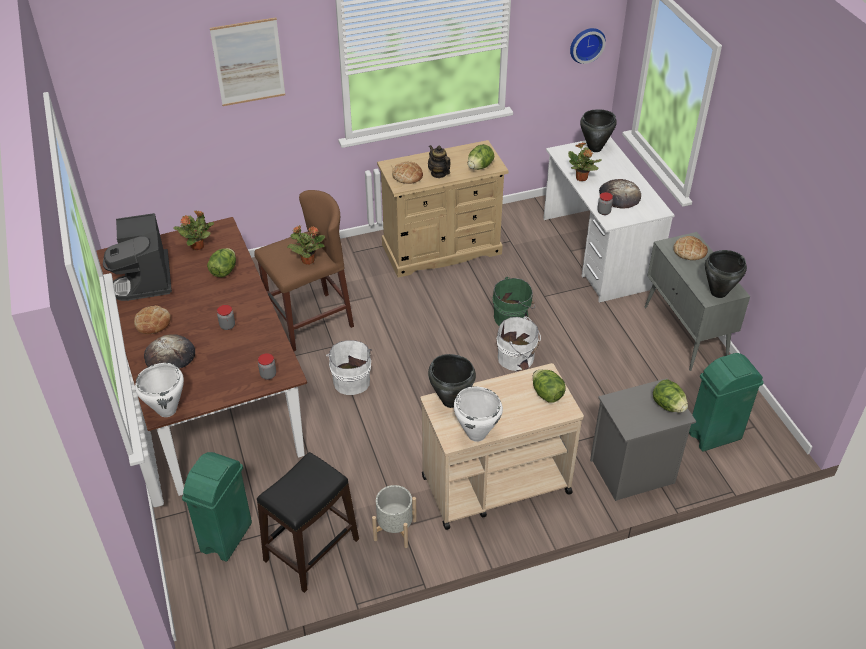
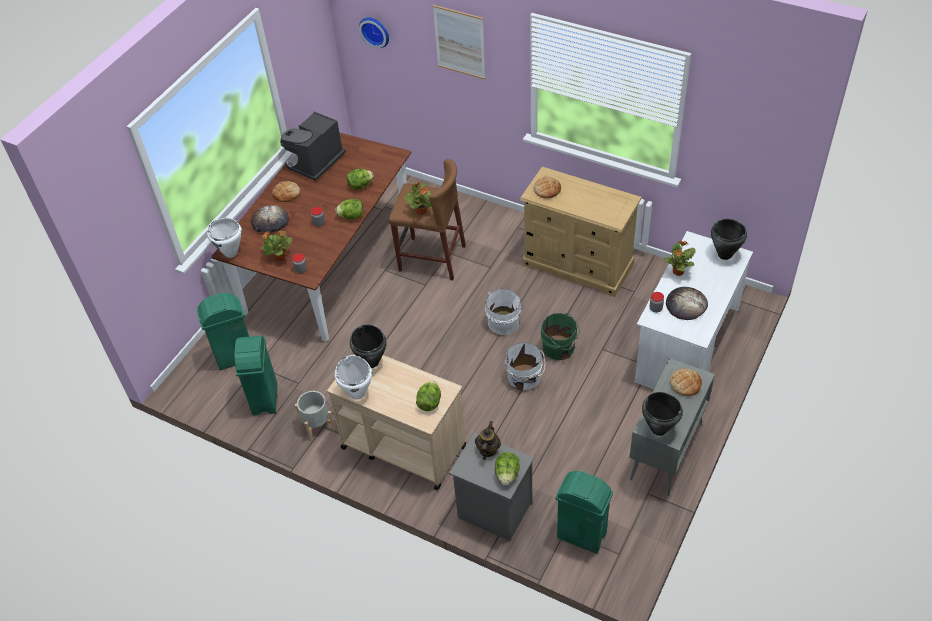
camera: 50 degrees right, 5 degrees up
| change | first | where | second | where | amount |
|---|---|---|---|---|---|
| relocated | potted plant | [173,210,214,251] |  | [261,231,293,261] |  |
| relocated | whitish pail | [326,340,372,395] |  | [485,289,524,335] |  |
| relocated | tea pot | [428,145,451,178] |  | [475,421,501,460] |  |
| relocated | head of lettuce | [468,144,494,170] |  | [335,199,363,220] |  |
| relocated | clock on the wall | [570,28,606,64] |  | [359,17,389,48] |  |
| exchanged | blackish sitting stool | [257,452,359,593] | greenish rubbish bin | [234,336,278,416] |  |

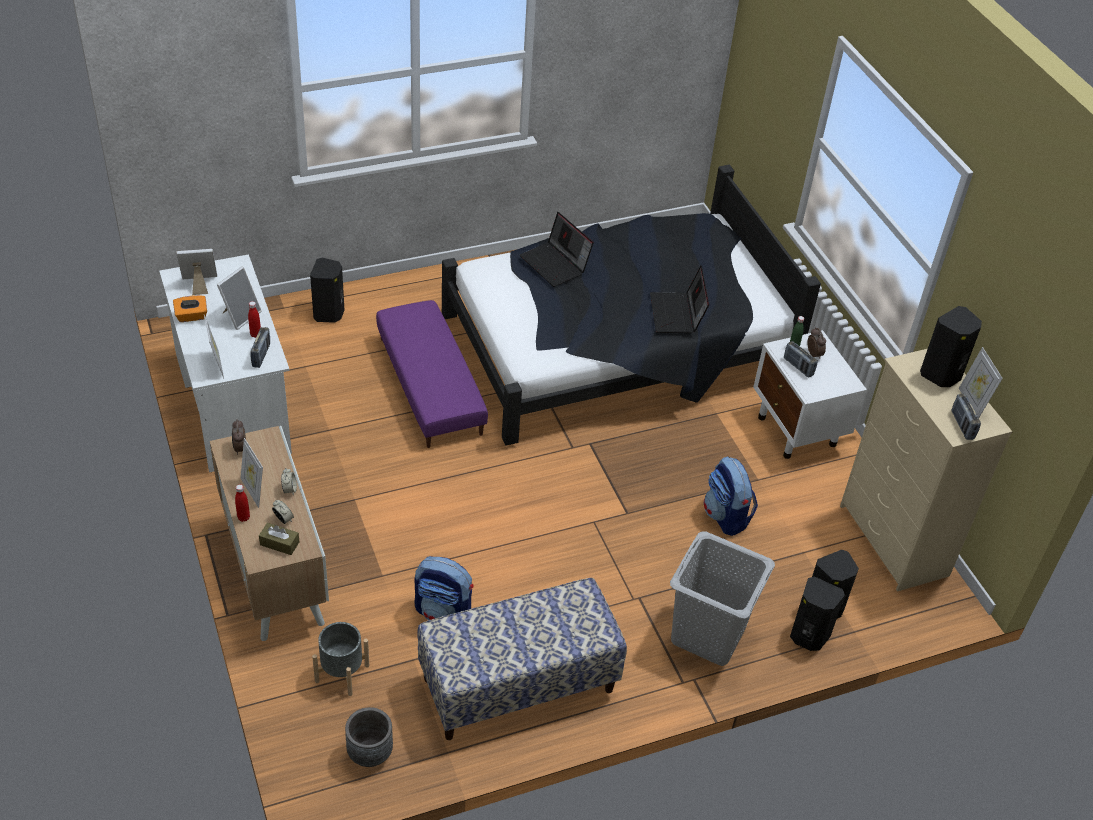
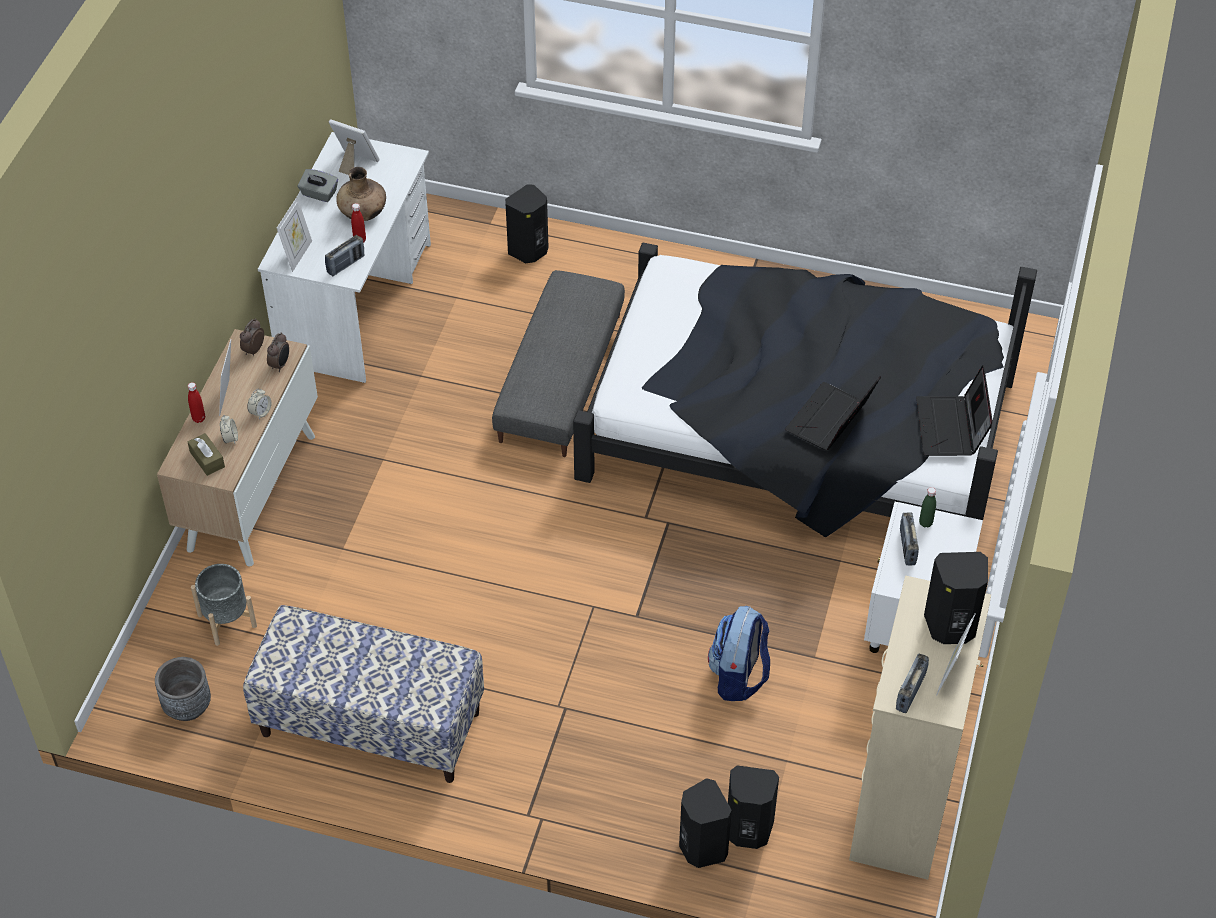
camera: 40 degrees right, 5 degrees up
| change | first | where | second | where | amount |
|---|---|---|---|---|---|
| missing | rucksack | [415,556,474,621] |  |  |  |
| missing | gray washing basket | [670,531,775,666] |  |  |  |
| relocated | portable computer | [520,212,594,287] |  | [916,365,993,456] |  |
| relocated | bedside clock | [807,327,826,359] |  | [267,332,289,372] |  |
| exchanged | picture frame | [217,266,262,330] | brown-coloured flower vase | [336,167,386,221] |  |
| colour | orange-coloured box of tissues | [173,295,207,322] | gray box of tissues | [297,169,338,202] |  |
| colour | purplish footrest | [376,300,488,448] | gray footrest | [492,270,625,457] |  |

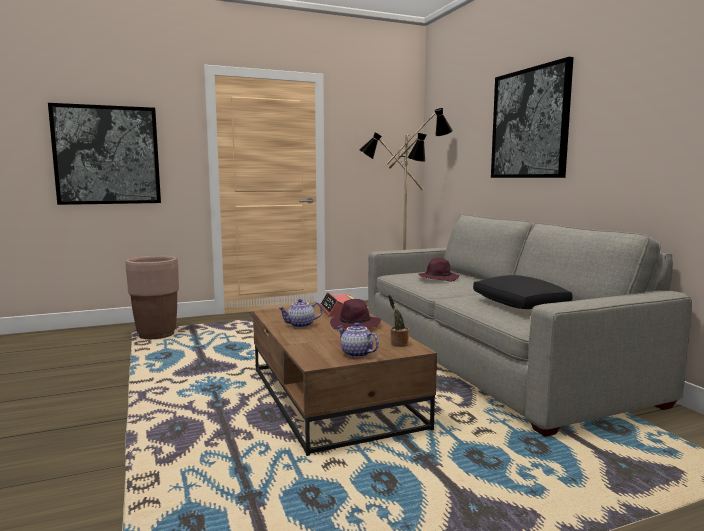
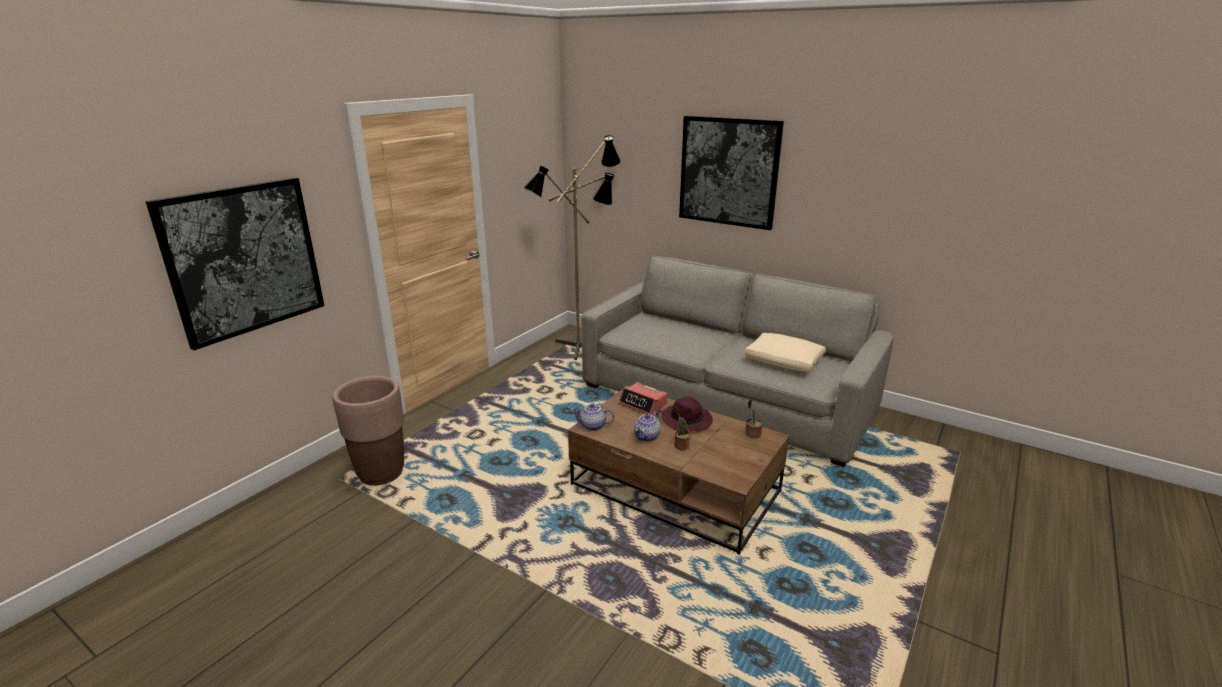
camera: 35 degrees left, 15 degrees up
| change | first | where | second | where | amount |
|---|---|---|---|---|---|
| missing | purplish wearable hat | [418,258,459,282] |  |  |  |
| appeared |  |  | potted plant | [674,405,691,450] |  |
| relocated | tea pot | [337,323,379,358] |  | [571,403,614,431] |  |
| colour | blackish throw pillow | [473,275,573,309] | beige-coloured throw pillow | [744,333,826,372] |  |

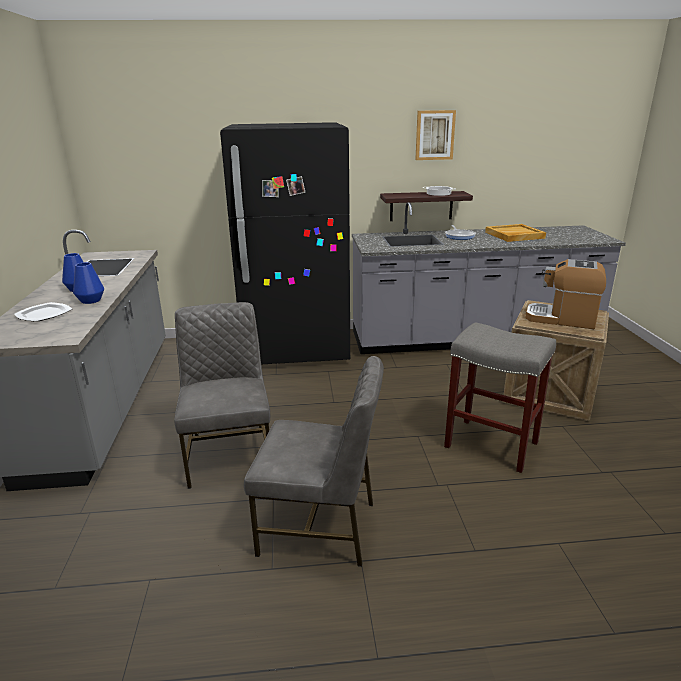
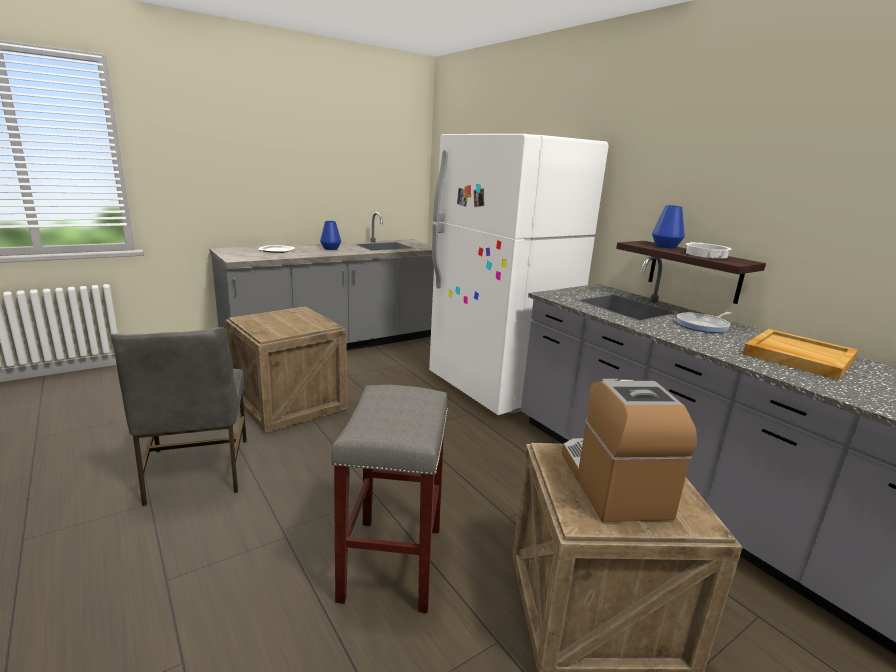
camera: 60 degrees right, 5 degrees down
| change | first | where | second | where | amount |
|---|---|---|---|---|---|
| missing | picture | [415,110,456,160] |  |  |  |
| relocated | blue flower vase | [73,262,104,304] |  | [652,205,685,248] |  |
| exchanged | gray plain chair | [174,302,270,489] | crate | [225,307,347,433] |  |
| colour | blackish kitchen fridge | [220,122,350,364] | whitish kitchen fridge | [429,134,609,415] |  |

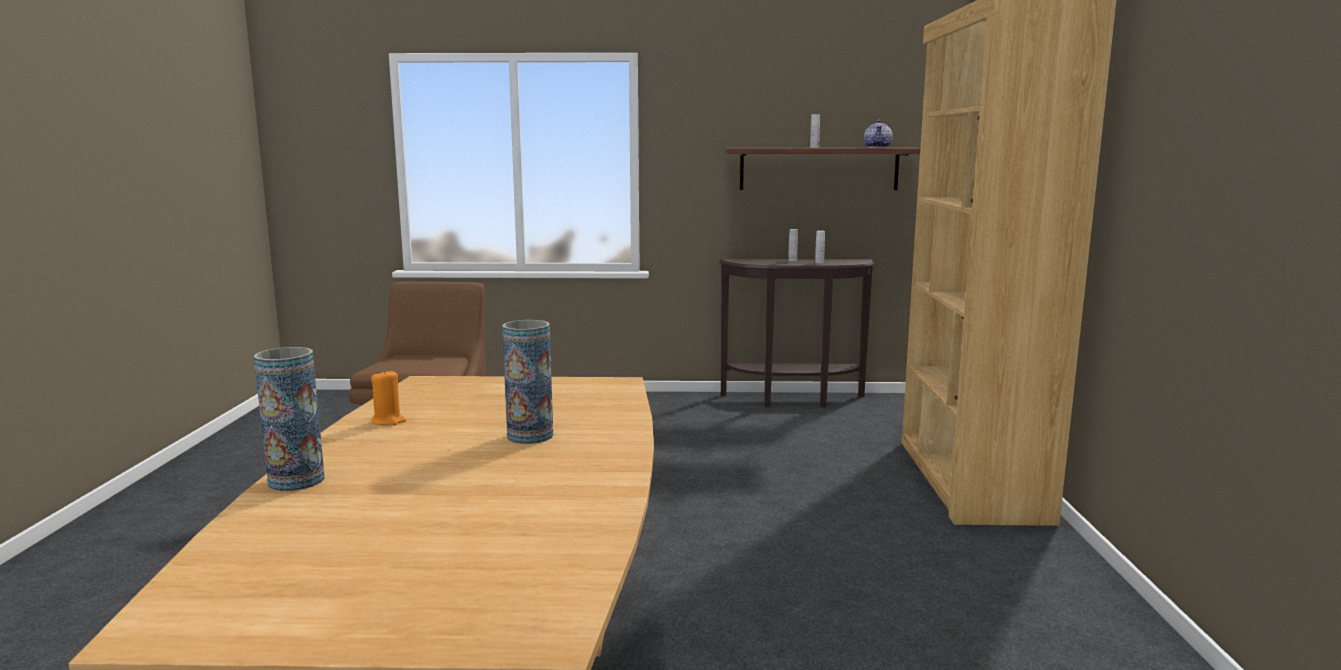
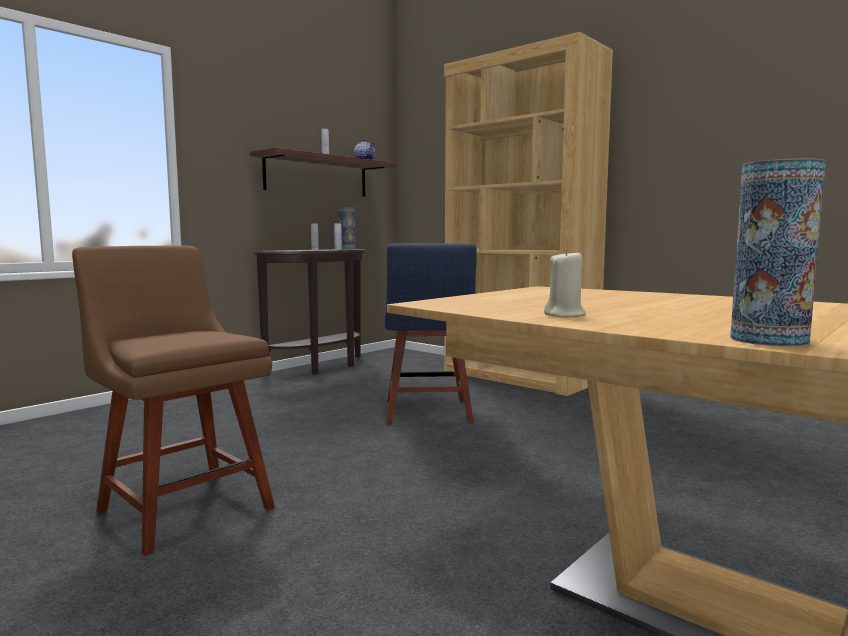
camera: 50 degrees left, 5 degrees down
| change | first | where | second | where | amount |
|---|---|---|---|---|---|
| appeared |  |  | blue plain chair | [384,243,477,425] |  |
| relocated | flower vase | [502,320,553,444] |  | [338,207,356,249] |  |
| colour | orange-coloured wax light | [371,369,406,426] | beige-coloured wax light | [544,249,586,317] |  |

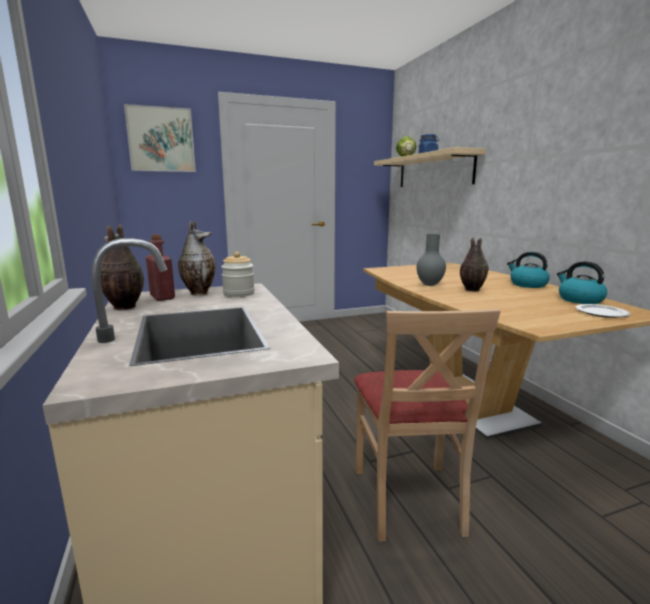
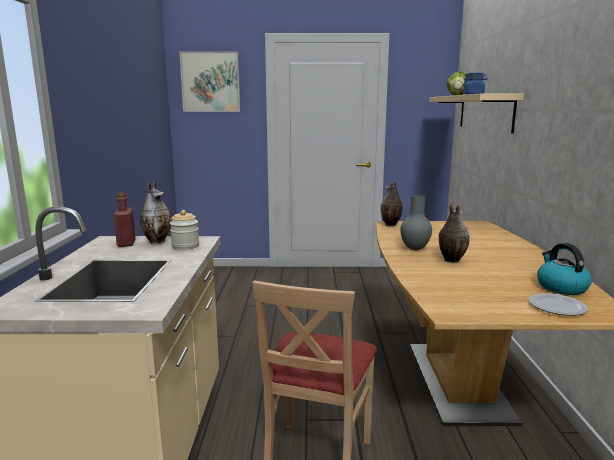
camera: 20 degrees right, 0 degrees up
| change | first | where | second | where | amount |
|---|---|---|---|---|---|
| missing | tea kettle | [507,252,550,288] |  |  |  |
| relocated | flower vase | [101,224,144,310] |  | [381,181,403,227] |  |

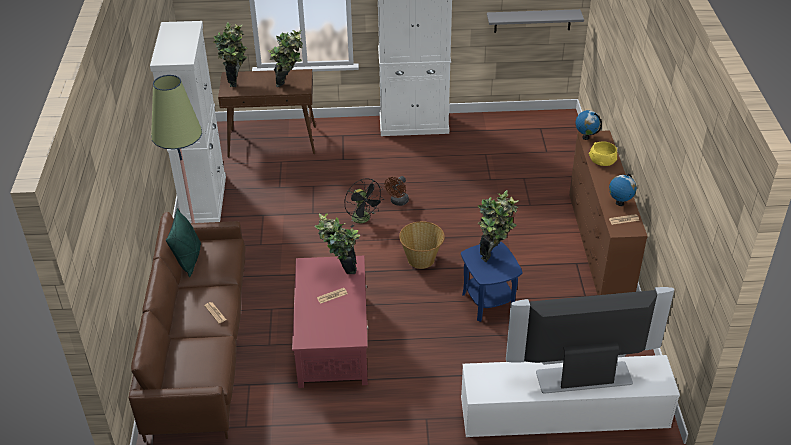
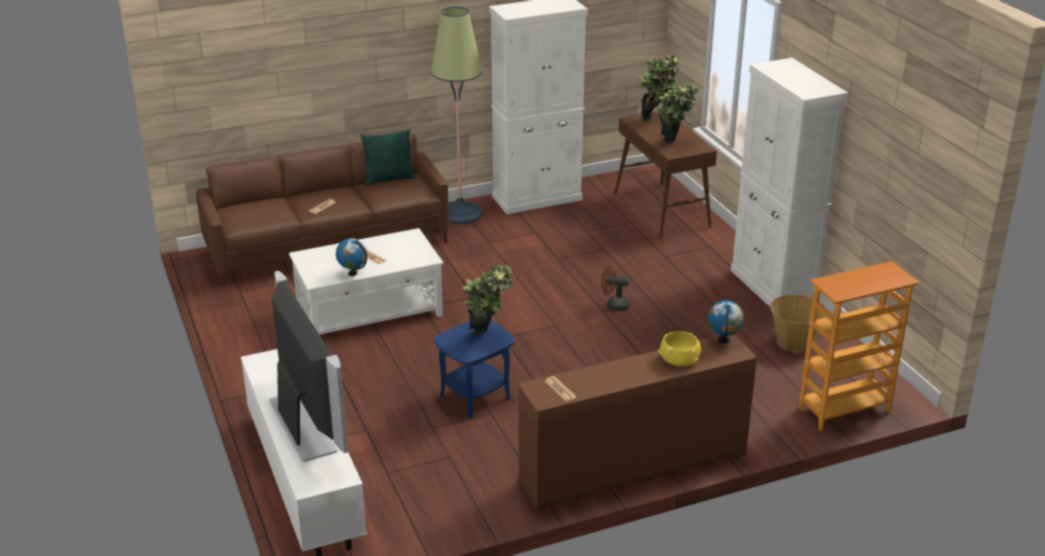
camera: 70 degrees right, 10 degrees down
| change | first | where | second | where | amount |
|---|---|---|---|---|---|
| missing | potted plant | [314,213,360,274] |  |  |  |
| missing | blackish fan | [345,178,384,228] |  |  |  |
| missing | gray shelf | [487,9,584,33] |  |  |  |
| appeared |  |  | bookcase | [798,261,920,431] |  |
| relocated | storage basket | [399,221,445,269] |  | [770,294,825,351] |  |
| relocated | world globe | [609,174,636,206] |  | [336,238,367,276] |  |
| colour | red-coloured coffee table | [292,256,369,388] | whitish coffee table | [289,228,444,335] |  |

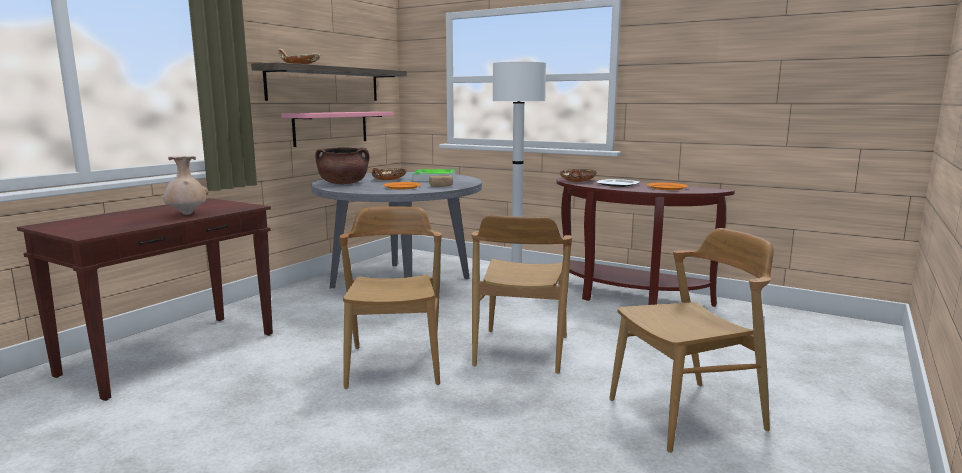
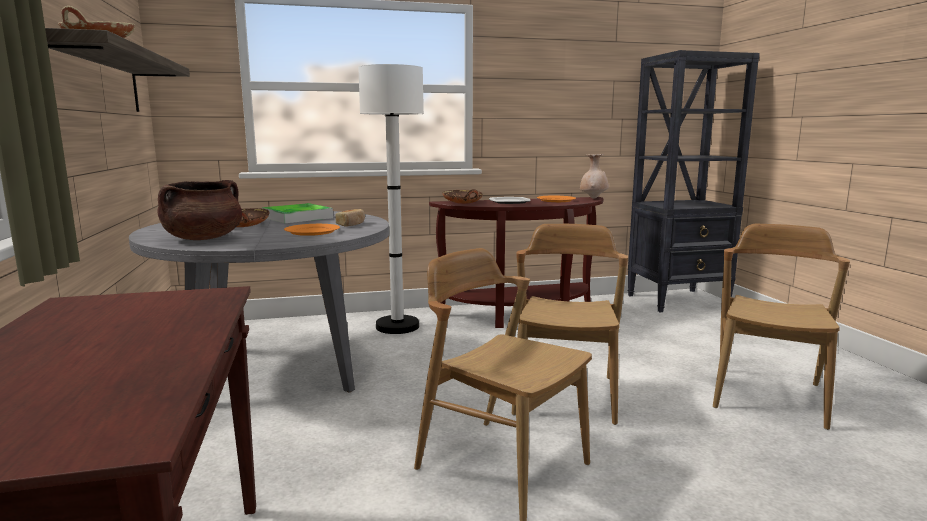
camera: 45 degrees left, 0 degrees up
| change | first | where | second | where | amount |
|---|---|---|---|---|---|
| missing | pink-coloured shelf | [282,112,393,147] |  |  |  |
| appeared |  |  | blackish bookcase | [627,50,760,312] |  |
| relocated | beige-coloured flower vase | [162,156,208,215] |  | [580,154,609,199] |  |
| spun | brown-coloured plain chair | [471,215,572,374] |  | [512,224,628,425] | 135 degrees counterclockwise |

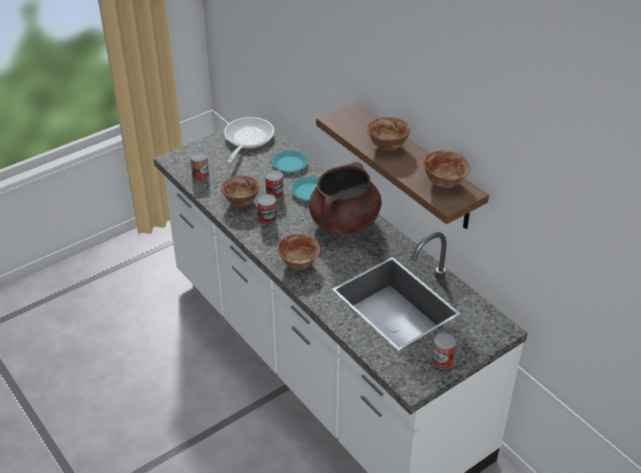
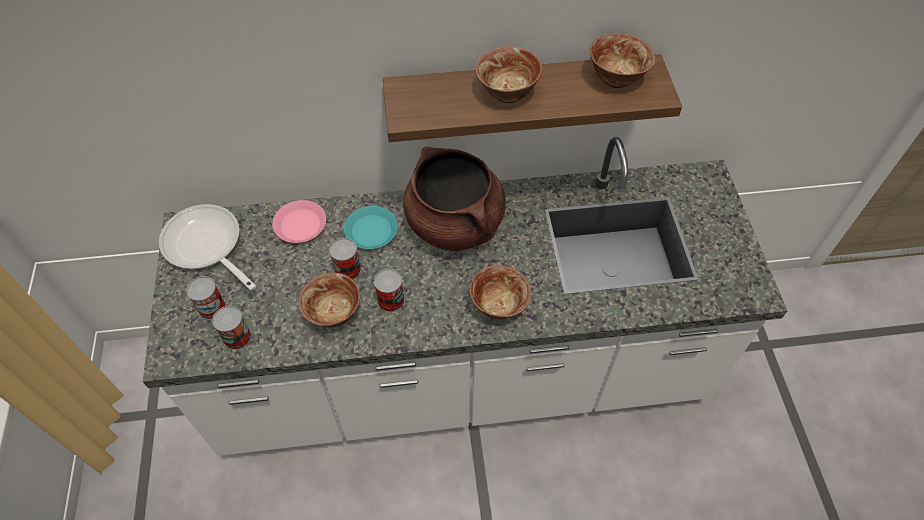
camera: 60 degrees left, 15 degrees up
| change | first | where | second | where | amount |
|---|---|---|---|---|---|
| relocated | sealed can | [432,333,456,369] |  | [186,276,226,320] |  |
| colour | turquoise-coloured flat dish | [272,150,308,173] | pink-coloured flat dish | [273,200,326,243] |  |

